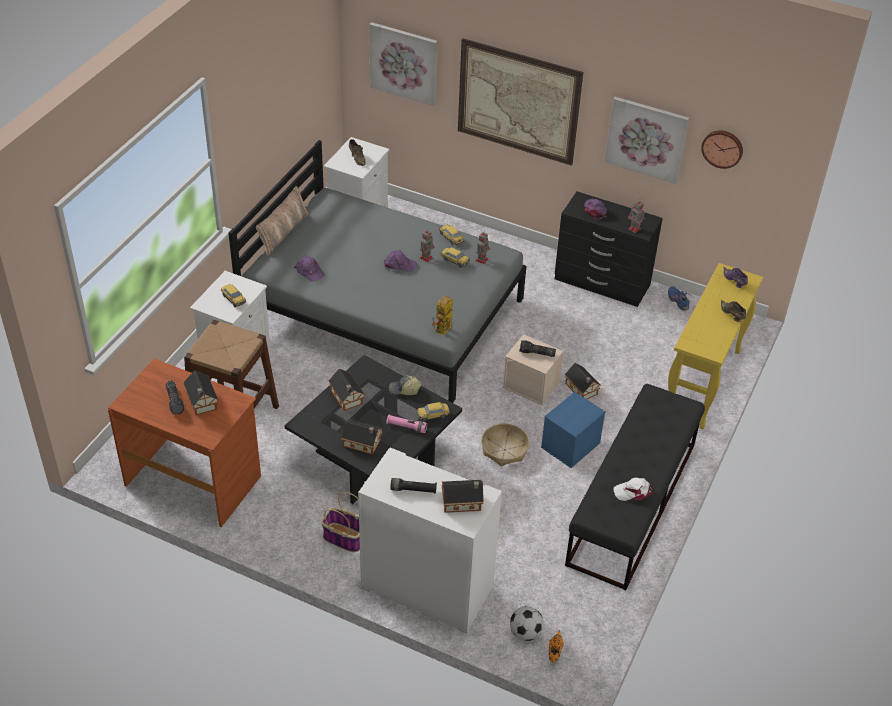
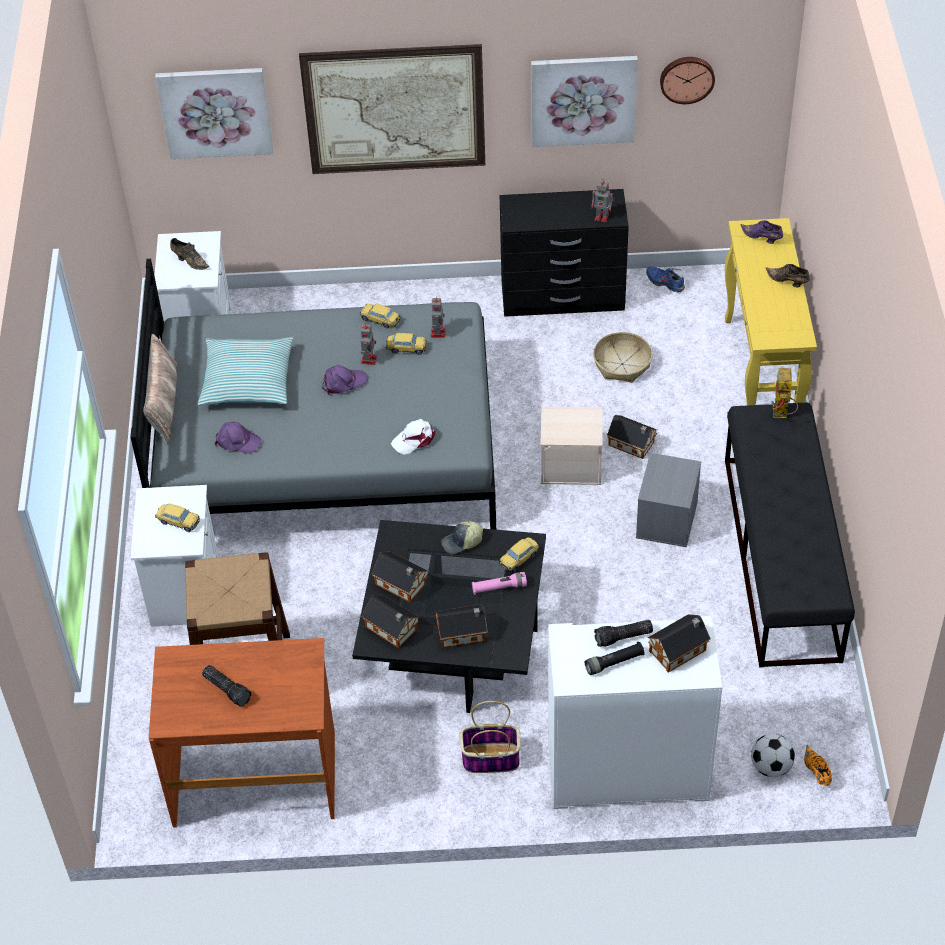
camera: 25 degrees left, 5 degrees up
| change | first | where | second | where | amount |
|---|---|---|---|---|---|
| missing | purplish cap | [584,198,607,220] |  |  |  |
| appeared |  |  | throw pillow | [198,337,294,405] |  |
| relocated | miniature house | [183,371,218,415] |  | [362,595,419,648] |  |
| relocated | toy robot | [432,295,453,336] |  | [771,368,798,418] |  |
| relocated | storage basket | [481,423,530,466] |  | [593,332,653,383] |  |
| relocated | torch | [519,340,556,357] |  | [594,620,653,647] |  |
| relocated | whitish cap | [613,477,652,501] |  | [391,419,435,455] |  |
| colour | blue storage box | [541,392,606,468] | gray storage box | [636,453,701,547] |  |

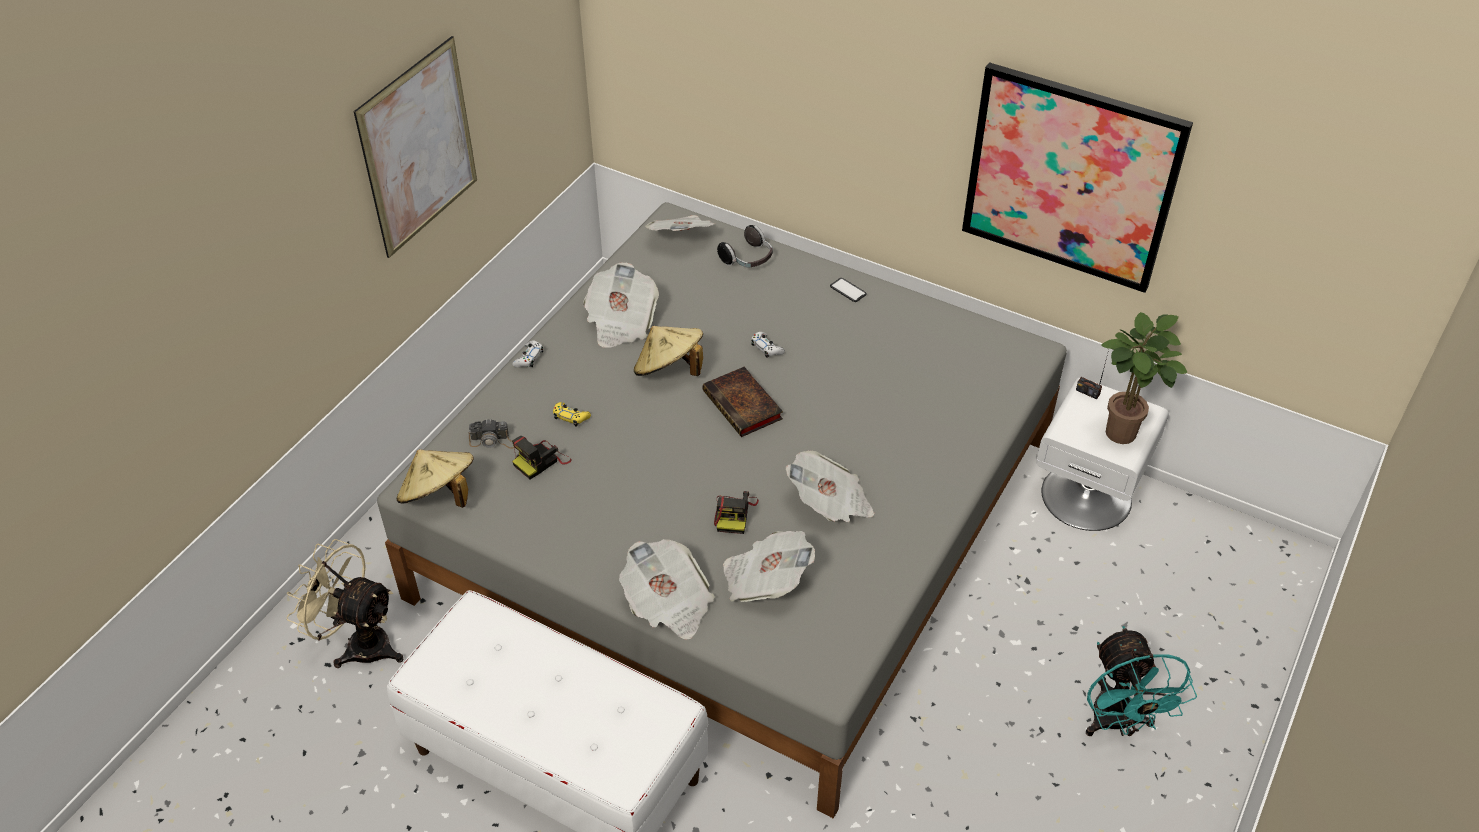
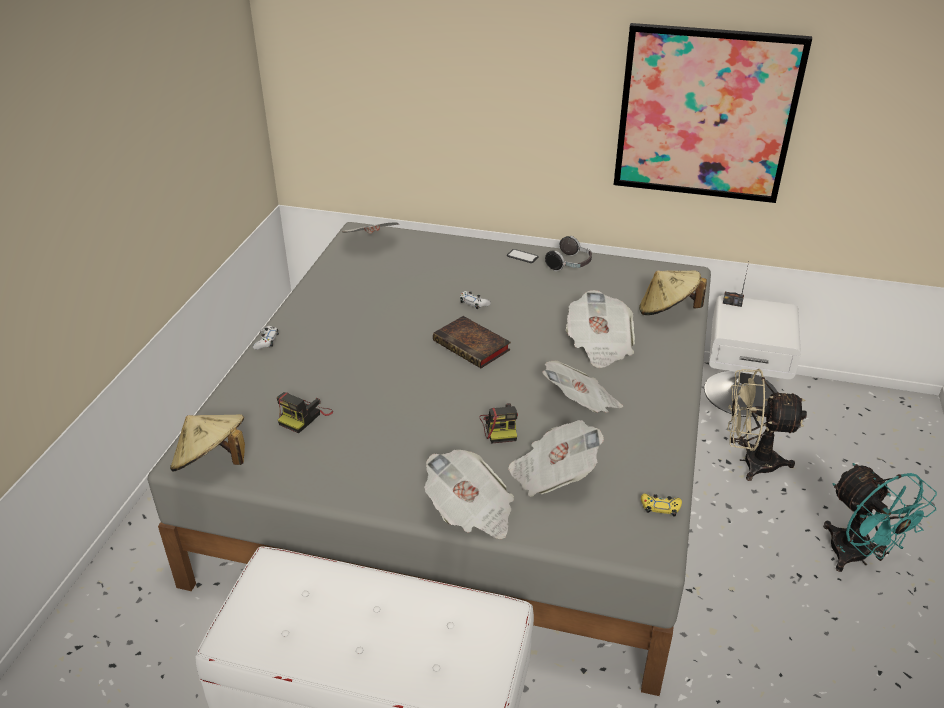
camera: 15 degrees left, 10 degrees down
| change | first | where | second | where | amount |
|---|---|---|---|---|---|
| missing | picture | [354,36,477,258] |  |  |  |
| missing | photo camera | [469,419,514,449] |  |  |  |
| missing | potted plant | [1101,312,1187,444] |  |  |  |
| relocated | beige-coloured fan | [286,539,403,668] |  | [727,369,807,481] |  |
| relocated | yellowish joypad | [553,402,591,427] |  | [641,493,682,516] |  |
| relocated | printed paper | [583,263,659,348] |  | [566,290,635,368] |  |
| relocated | beige-coloured wearable hat | [634,326,703,376] |  | [639,270,707,315] |  |
| relocated | headset | [717,225,773,267] |  | [545,236,592,271] |  |

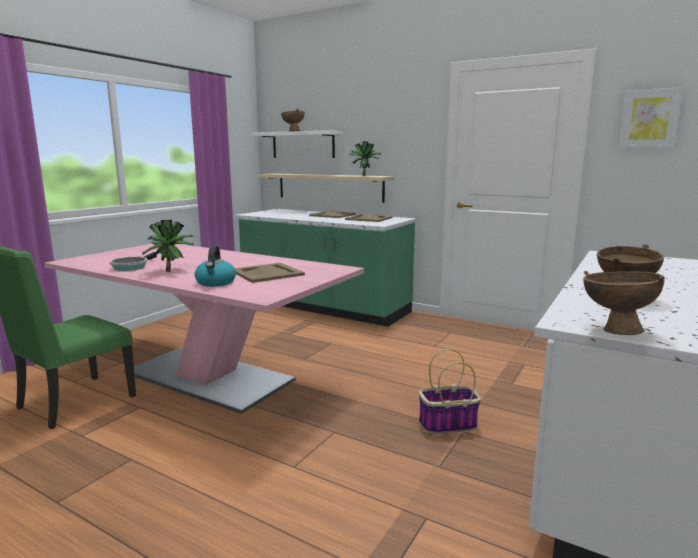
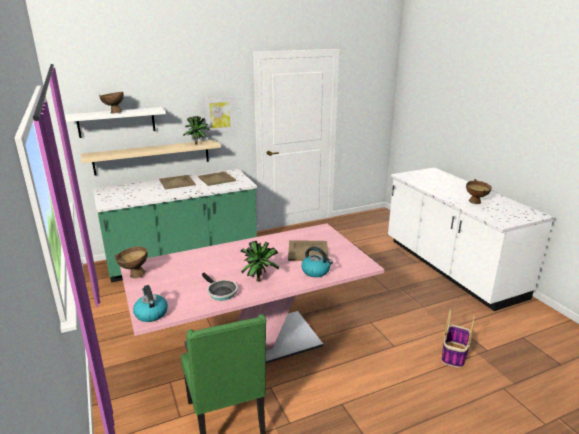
camera: 55 degrees left, 10 degrees up
| change | first | where | second | where | amount |
|---|---|---|---|---|---|
| appeared |  |  | tea kettle | [133,285,168,322] |  |
| relocated | storage basket | [419,349,481,434] |  | [441,308,475,368] |  |
| relocated | brown-coloured deep dish | [583,271,665,335] |  | [114,246,148,278] |  |
| relocated | picture | [619,87,683,148] |  | [203,96,236,134] |  |

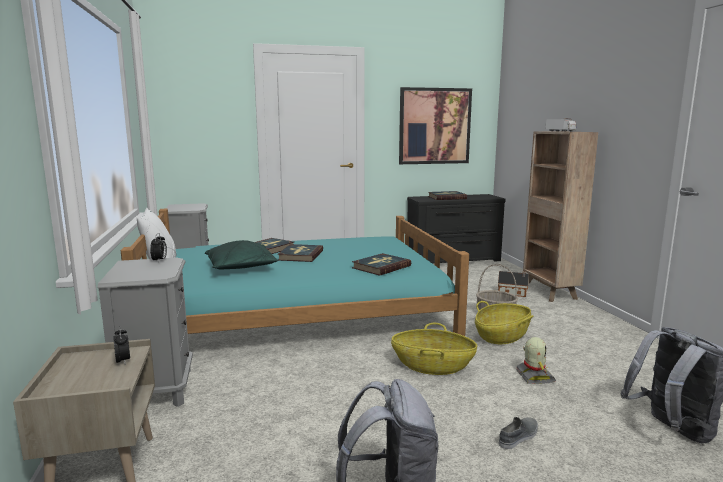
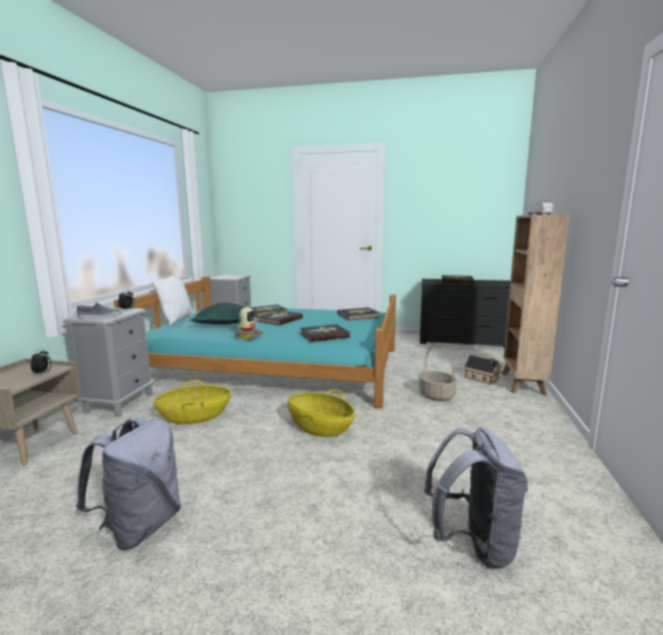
camera: 25 degrees right, 0 degrees up
| change | first | where | second | where | amount |
|---|---|---|---|---|---|
| missing | picture | [399,87,472,164] |  |  |  |
| appeared |  |  | volume | [338,307,380,320] |  |
| relocated | storage basket | [475,301,533,344] |  | [154,380,231,425] |  |
| relocated | gray low shoe | [499,417,538,449] |  | [77,302,122,318] |  |
| relocated | toy robot | [516,337,556,384] |  | [235,307,263,340] |  |

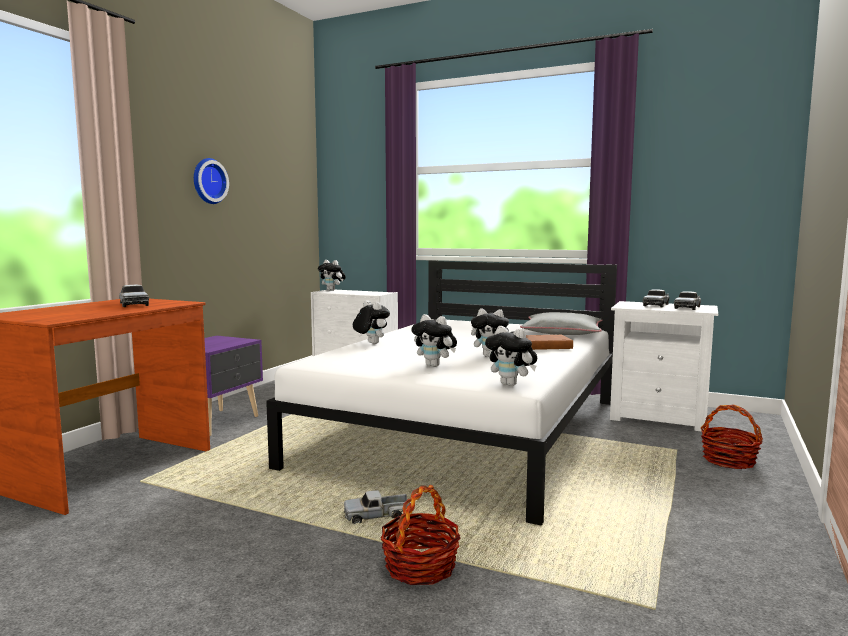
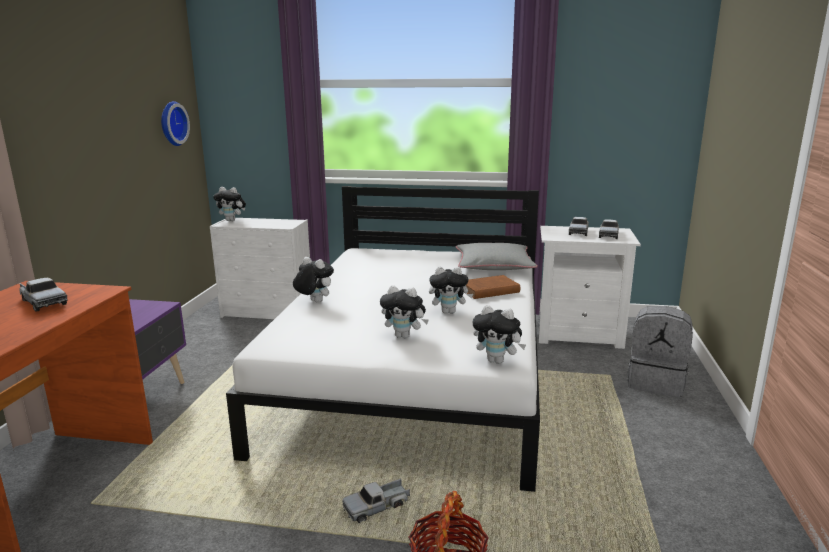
camera: 15 degrees left, 10 degrees up
| change | first | where | second | where | amount |
|---|---|---|---|---|---|
| relocated | clock on the wall | [194,158,229,204] |  | [161,101,190,146] |  |
| exchanged | storage basket | [701,404,763,469] | gray rucksack | [627,306,693,397] |  |

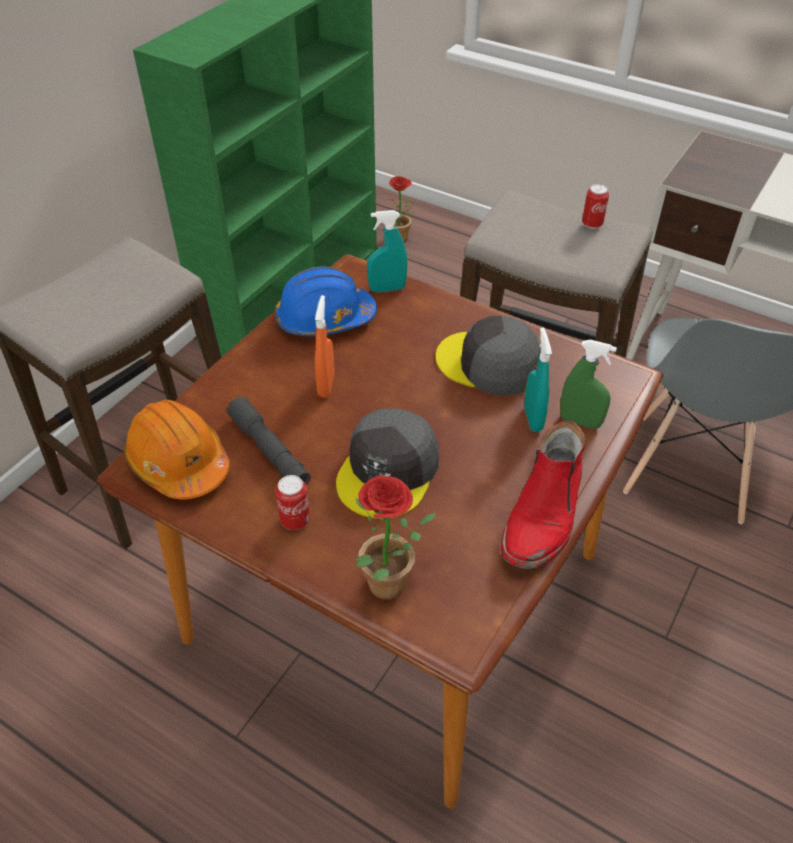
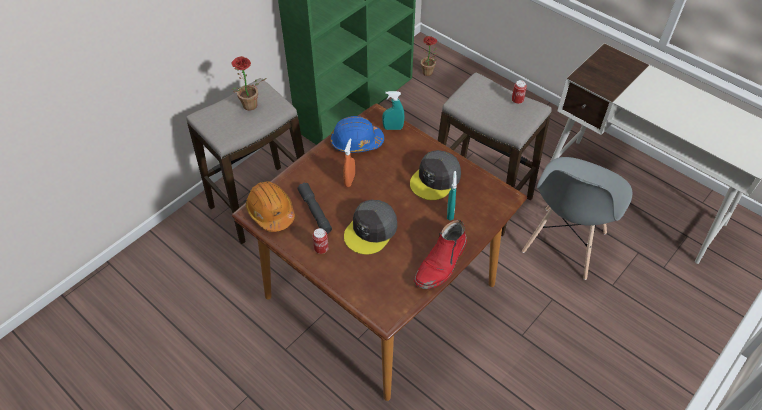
camera: 10 degrees right, 5 degrees up
| change | first | where | second | where | amount |
|---|---|---|---|---|---|
| missing | greenish sprayer | [560,340,617,429] |  |  |  |
| relocated | potted plant | [355,475,436,600] |  | [231,56,267,111] |  |
| spun | gray cap | [436,316,541,396] |  | [410,150,461,200] | 90 degrees counterclockwise |

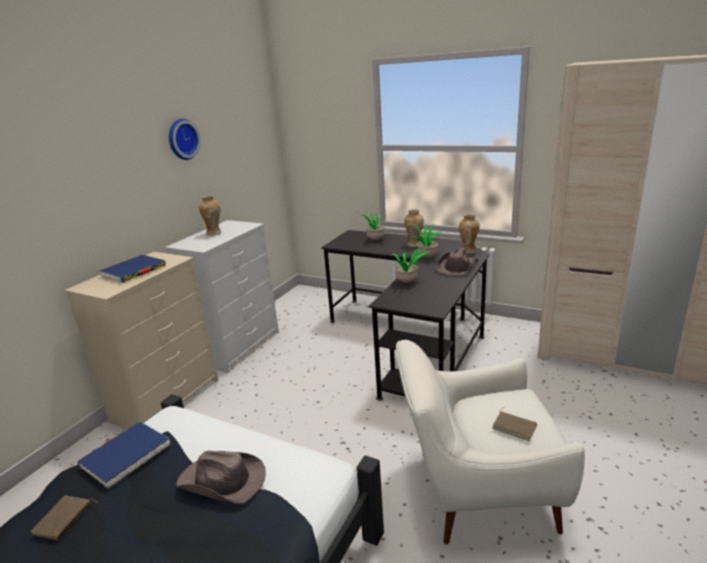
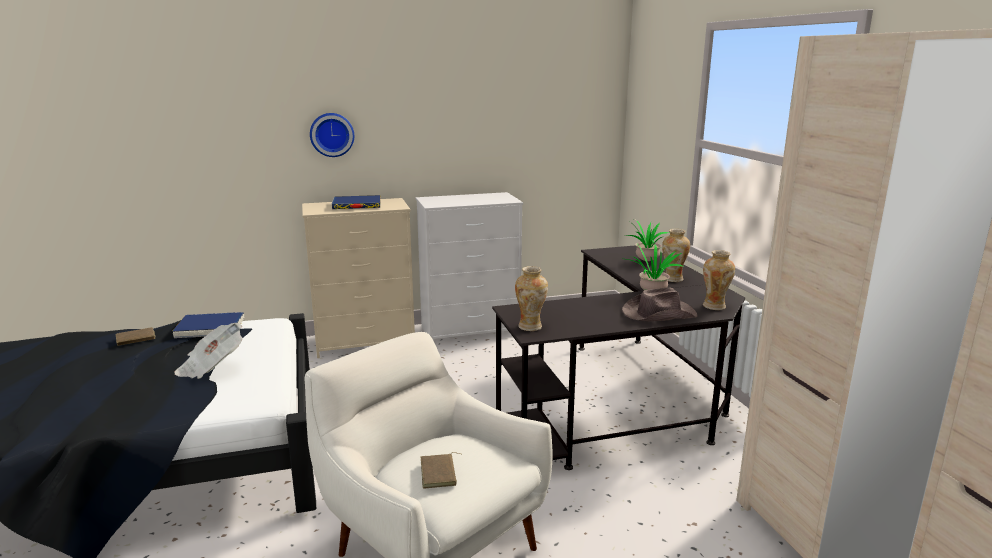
camera: 45 degrees right, 5 degrees down
| change | first | where | second | where | amount |
|---|---|---|---|---|---|
| missing | potted plant | [391,248,430,283] |  |  |  |
| relocated | clock on the wall | [169,118,201,160] |  | [310,113,354,157] |  |
| relocated | flower vase | [199,195,221,236] |  | [515,266,548,331] |  |
| exchanged | brown-coloured wearable hat | [176,451,266,504] | printed paper | [175,323,242,379] |  |

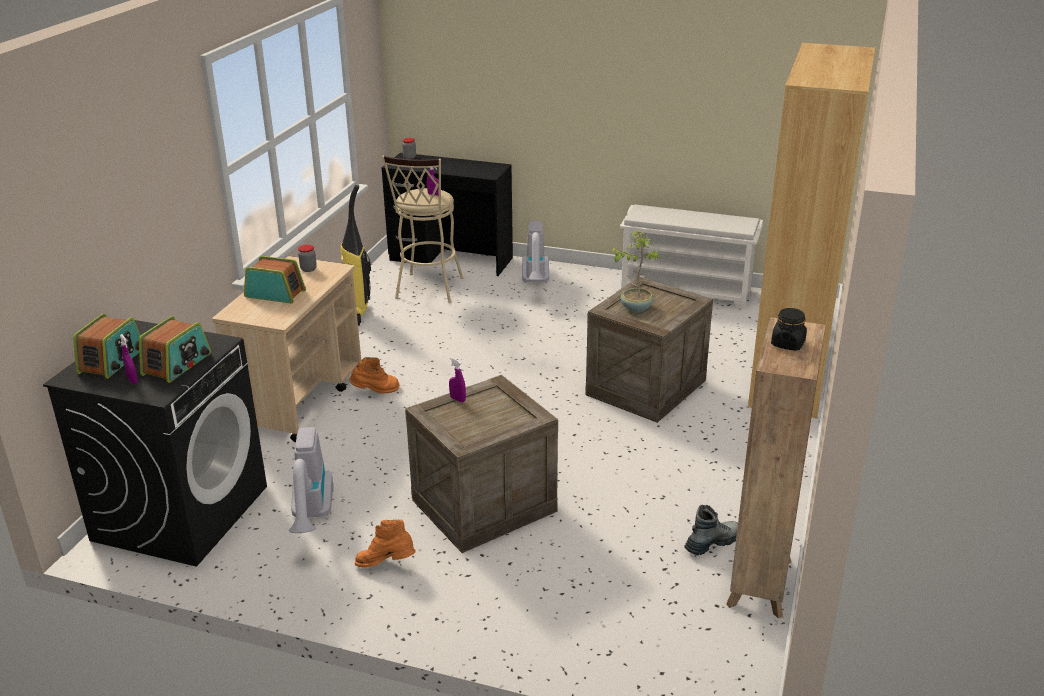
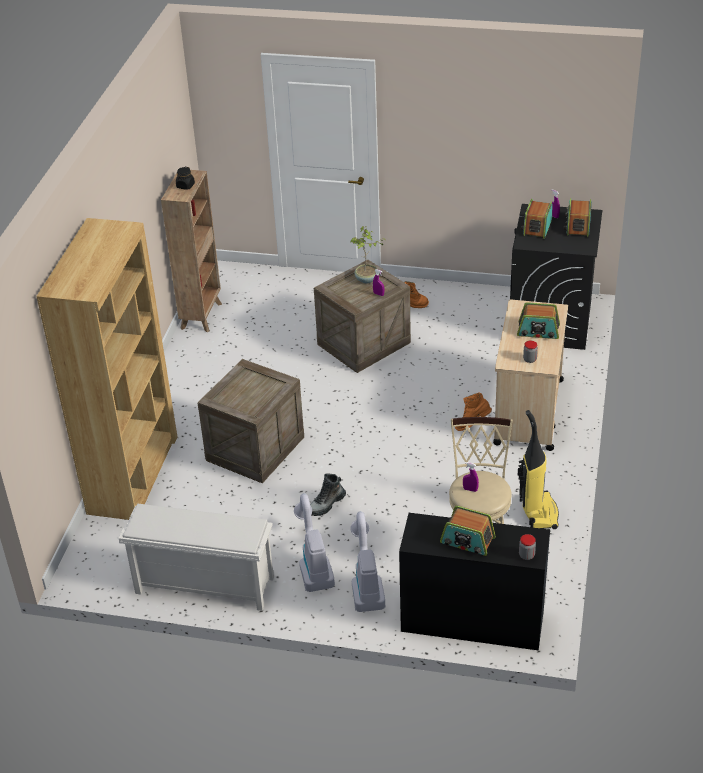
camera: 175 degrees right, 10 degrees up
| change | first | where | second | where | amount |
|---|---|---|---|---|---|
| appeared |  |  | radio set | [440,506,496,556] |  |
| relocated | vacuum cleaner | [289,427,334,533] |  | [294,493,335,592] |  |
| relocated | potted plant | [611,231,661,312] |  | [350,226,385,283] |  |
| relocated | tall boot | [684,505,738,555] |  | [310,474,346,516] |  |

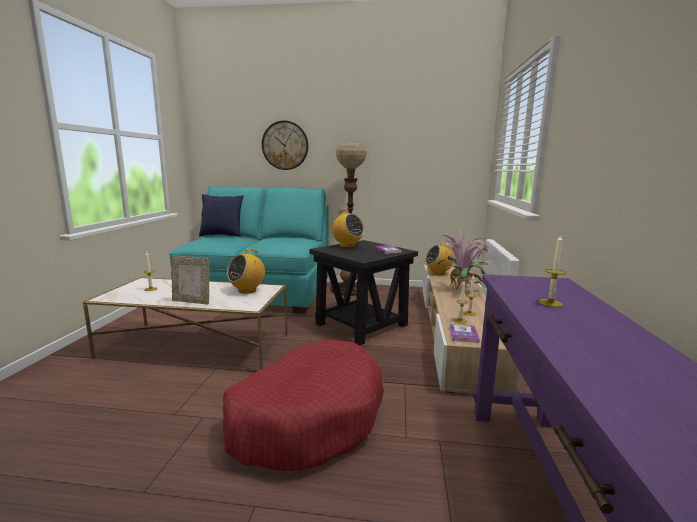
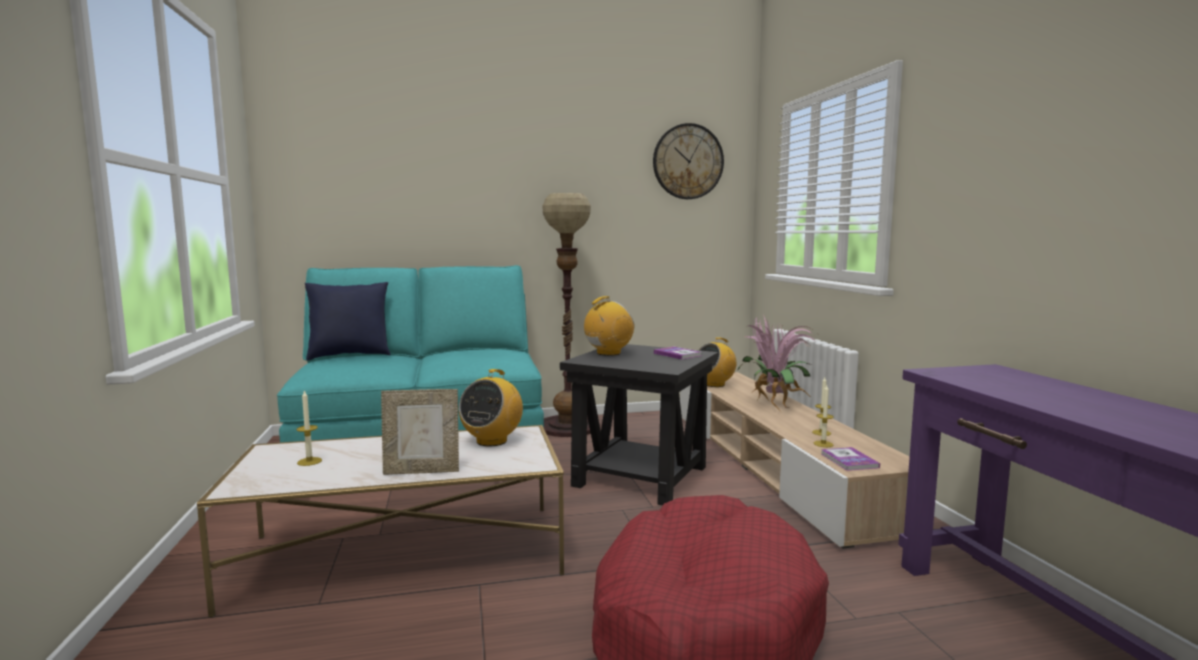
camera: 20 degrees left, 5 degrees down
| change | first | where | second | where | amount |
|---|---|---|---|---|---|
| missing | wax light | [539,235,566,307] |  |  |  |
| relocated | clock on the wall | [262,120,308,170] |  | [653,123,724,199] |  |
| spun | radio set | [332,210,364,248] |  | [584,296,635,356] | 60 degrees counterclockwise |

